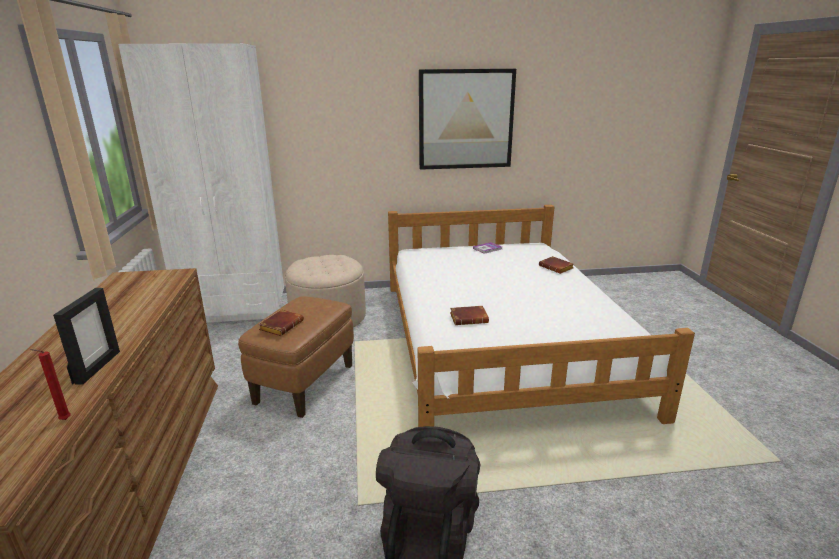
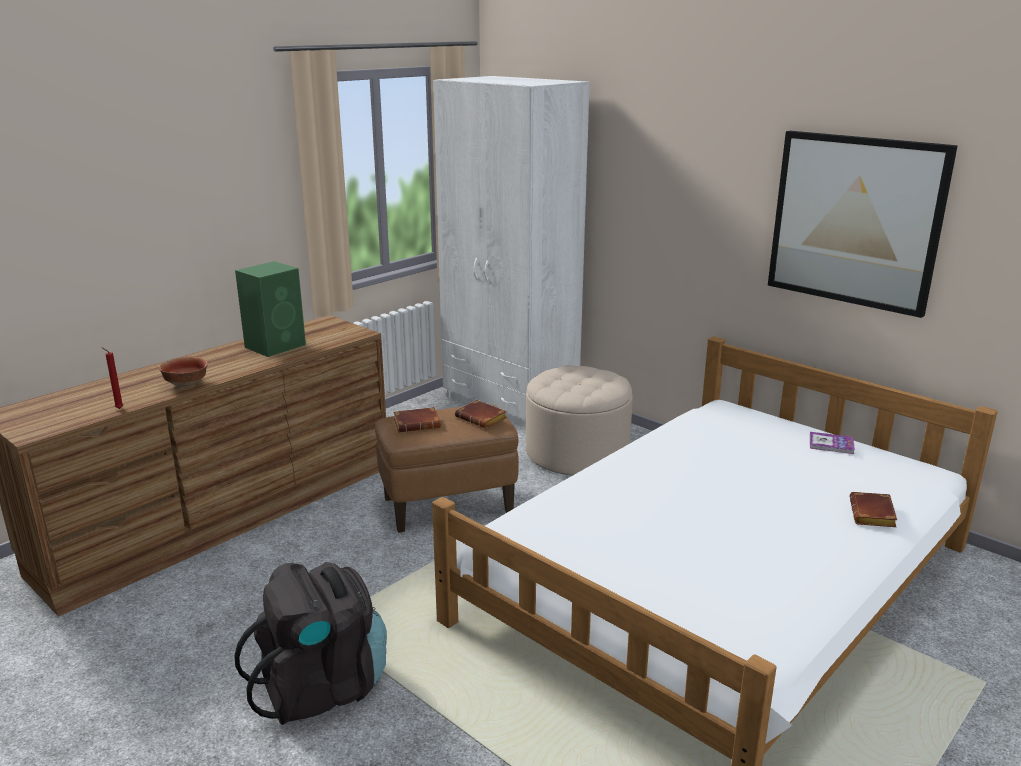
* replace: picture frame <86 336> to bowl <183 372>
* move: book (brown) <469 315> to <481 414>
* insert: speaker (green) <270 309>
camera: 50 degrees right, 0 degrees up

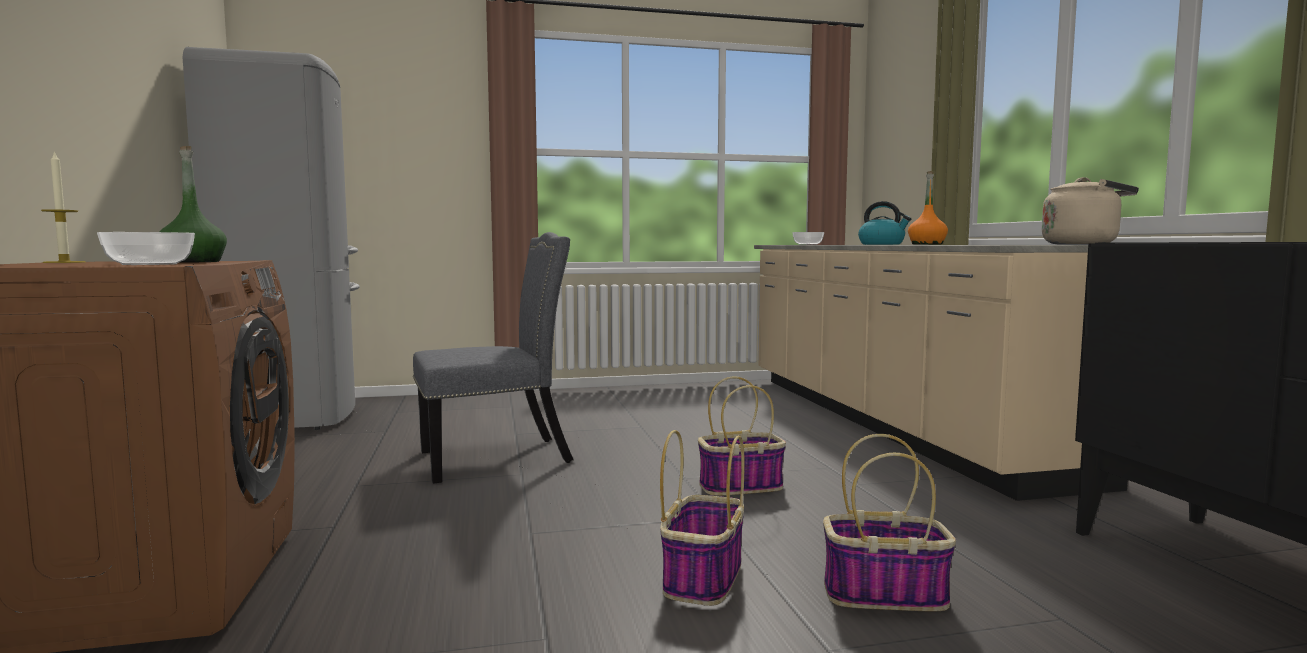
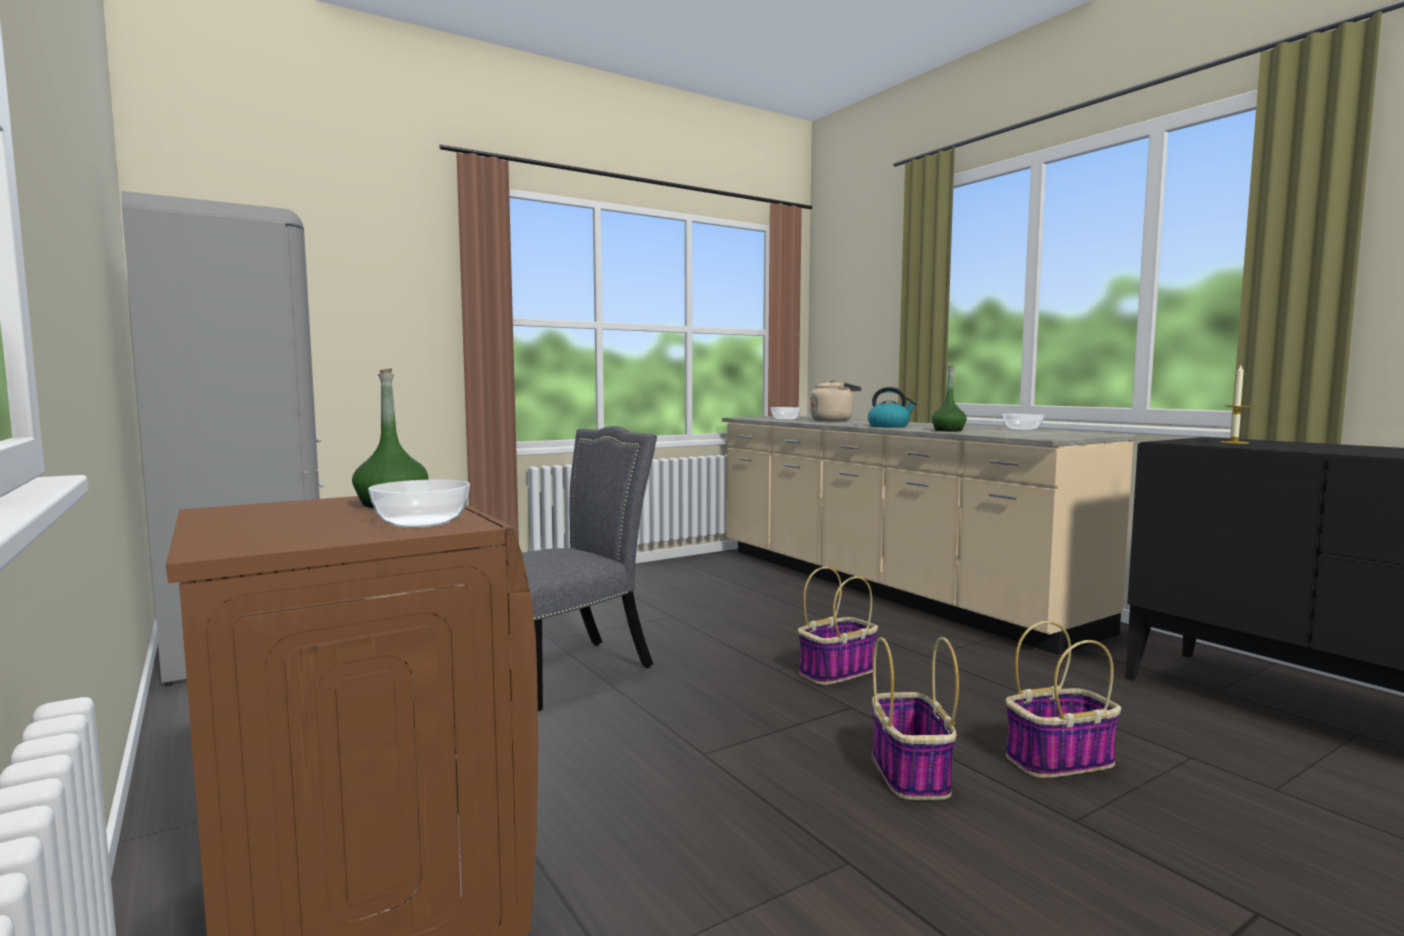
* move: candle <63 207> to <1235 404>
* recolor: bottle (orange) <928 208> to bottle (green) <949 398>
* move: kettle (beige) <1090 211> to <836 400>
* insert: bowl <1023 422>
camera: 20 degrees left, 0 degrees up

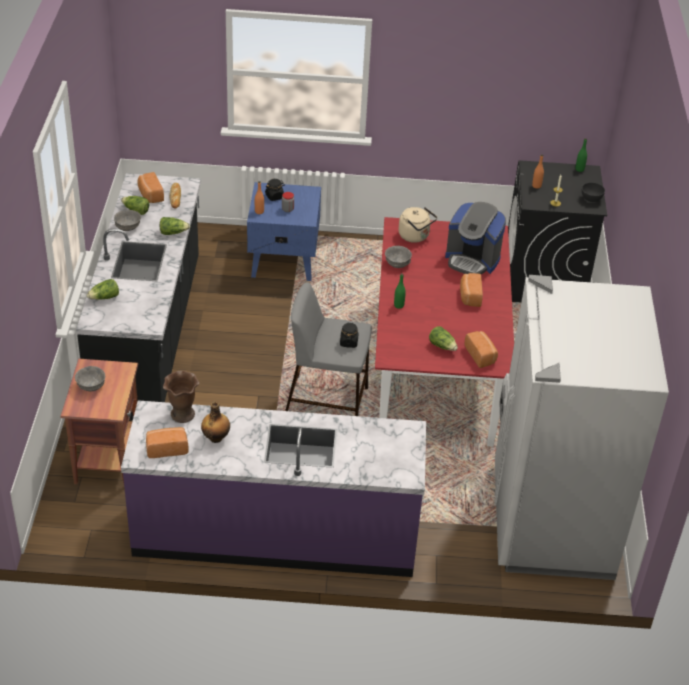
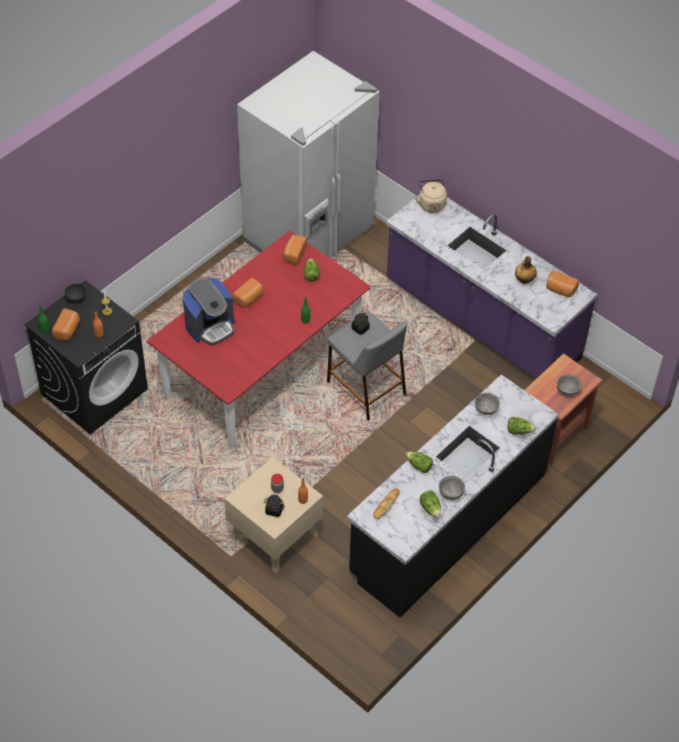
* move: bread <150 187> to <66 324>
* recolor: nightstand (blue) <284 231> to nightstand (beige) <273 515>
* rotate: coffee machine <475 238> = <208 311> 75 degrees clockwise
* move: kettle (beige) <417 225> to <430 196>
* move: bowl (grey) <398 257> to <487 404>
* delete: vase (brown) <181 397>
camera: 140 degrees left, 10 degrees up

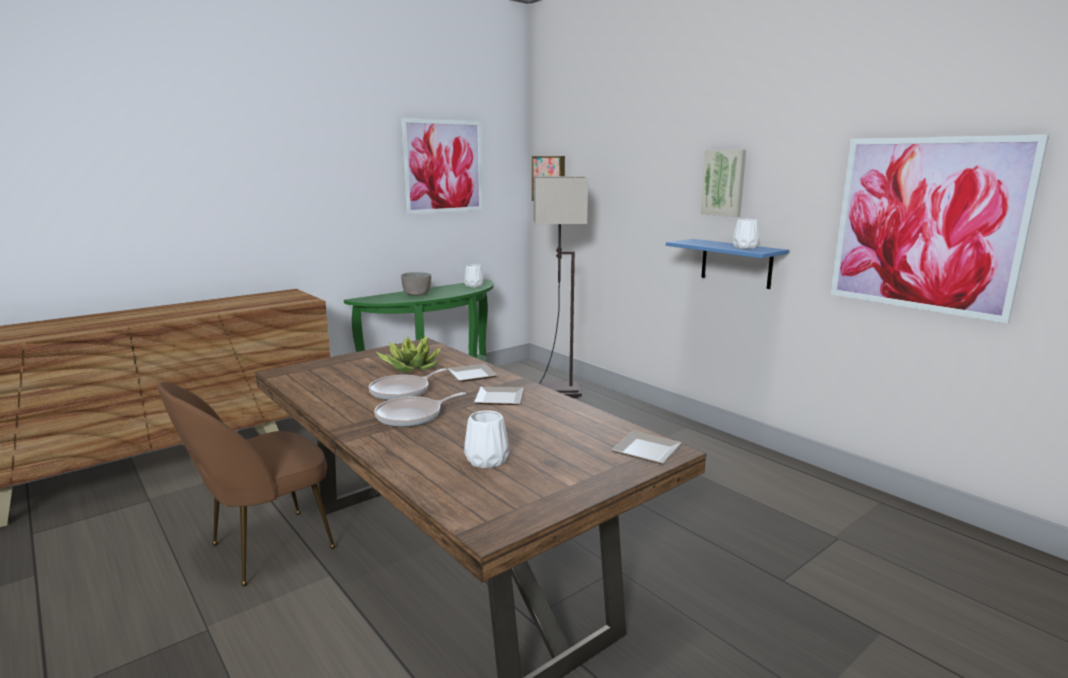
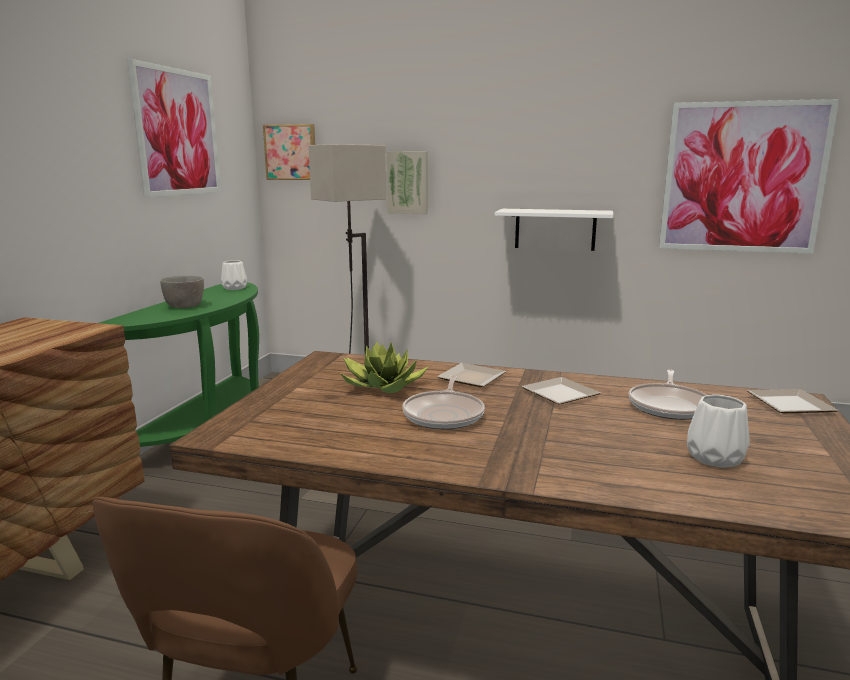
* move: picture <723 183> to <407 182>
* delete: vase (white) <746 234>
* recolor: shelf (blue) <727 264> to shelf (white) <554 230>
* move: frying pan <420 409> to <668 395>
camera: 35 degrees left, 0 degrees up

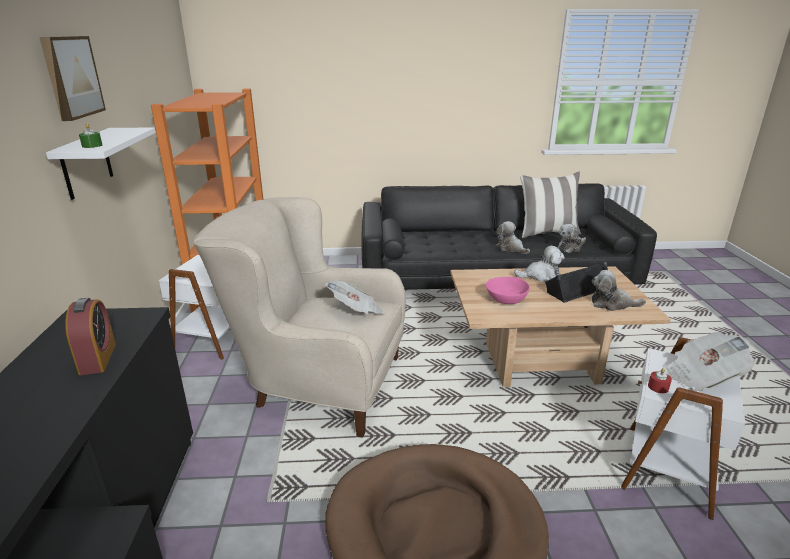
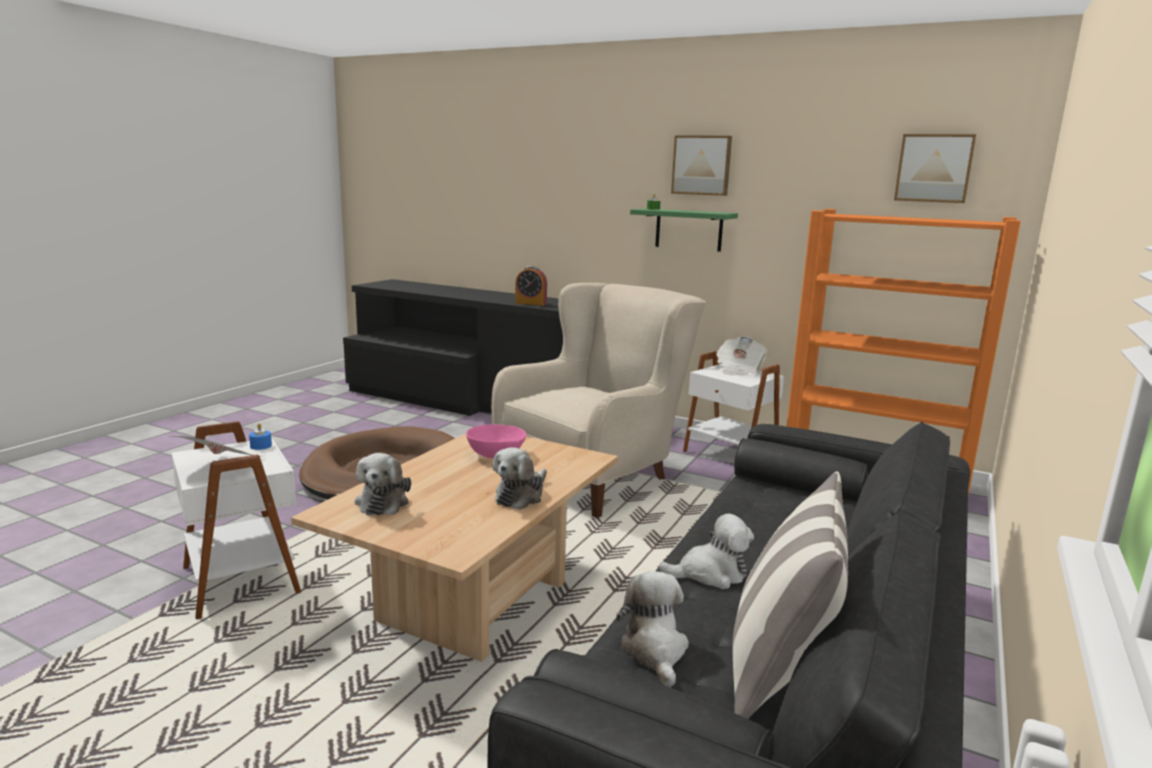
* recolor: shelf (white) <101 163> to shelf (green) <684 230>
* delete: speaker (black) <576 282>
* rotate: plush toy <619 290> = <383 484> 135 degrees clockwise
* move: newspaper <355 297> to <742 356>
* recolor: candle (red) <660 380> to candle (blue) <260 436>
* insert: picture <935 168>
camera: 120 degrees right, 10 degrees down

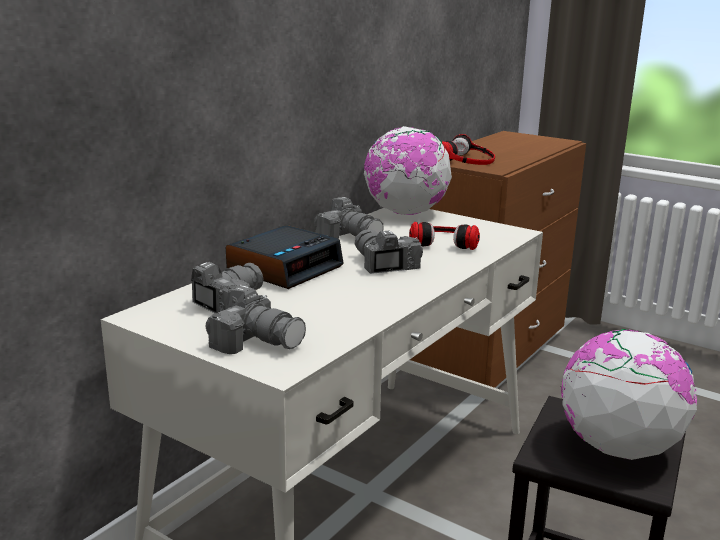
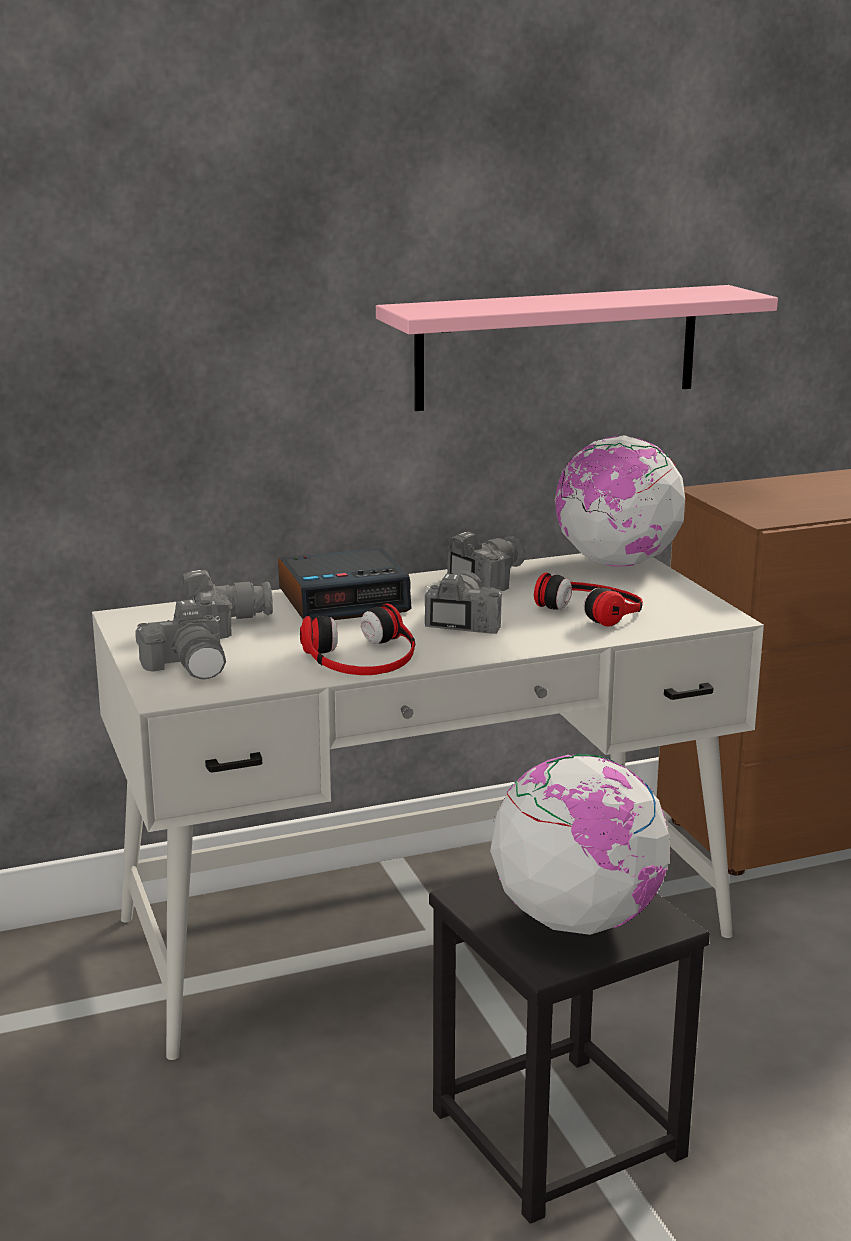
* move: headphones <468 149> to <357 639>
* rotate: photo camera <348 218> = <486 561> 120 degrees counterclockwise
* insert: shelf (pink) <577 348>
camera: 35 degrees right, 0 degrees up

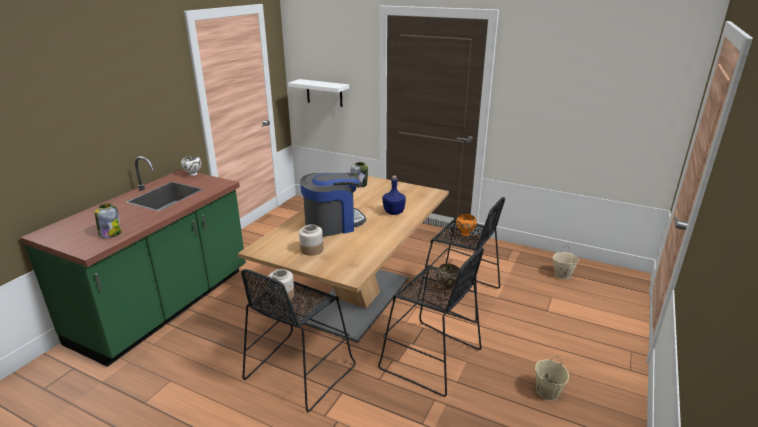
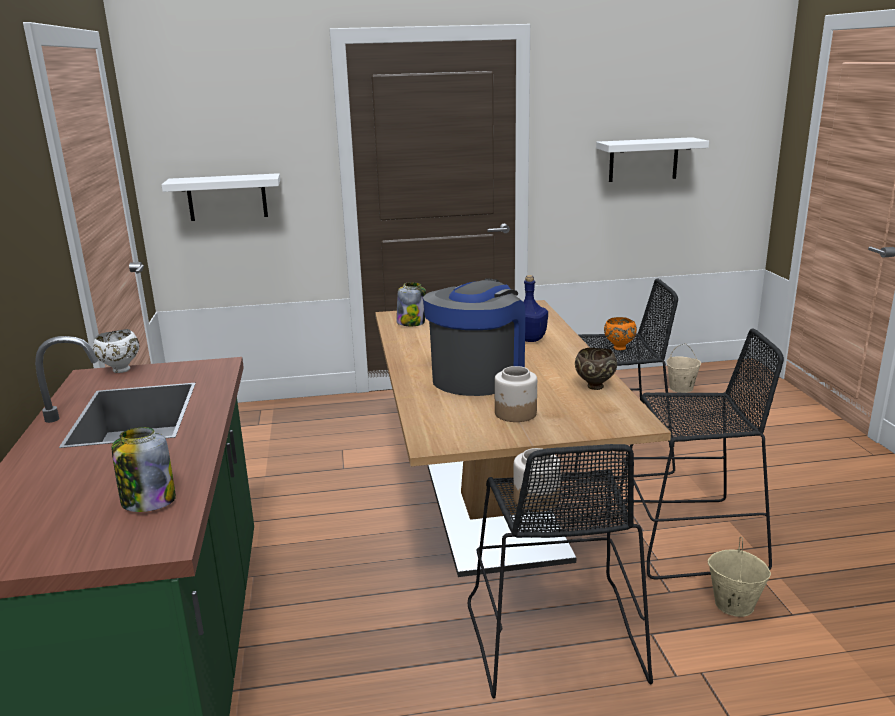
* move: bowl (brown) <448 276> to <596 369>
* move: bucket (beige) <552 378> to <739 577>
* insert: shelf (white) <652 159>
camera: 35 degrees left, 5 degrees down

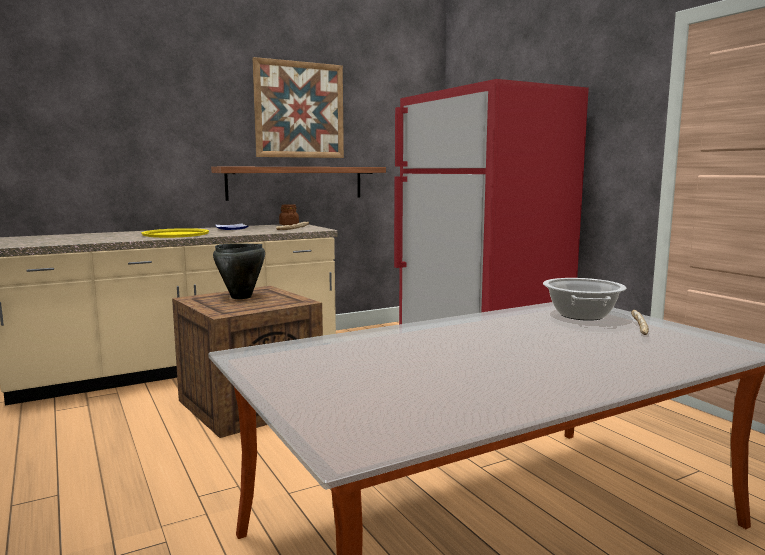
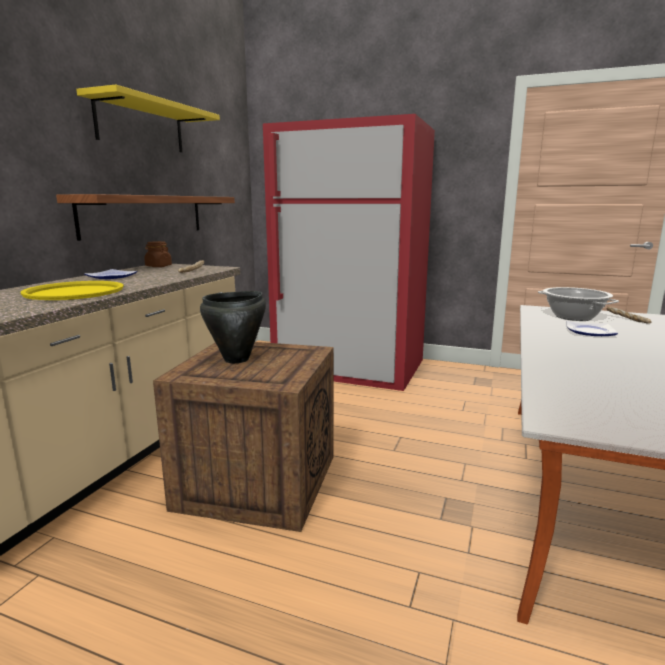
* replace: picture <298 107> to shelf (yellow) <148 118>
* insert: plate <592 328>
camera: 40 degrees left, 5 degrees up

